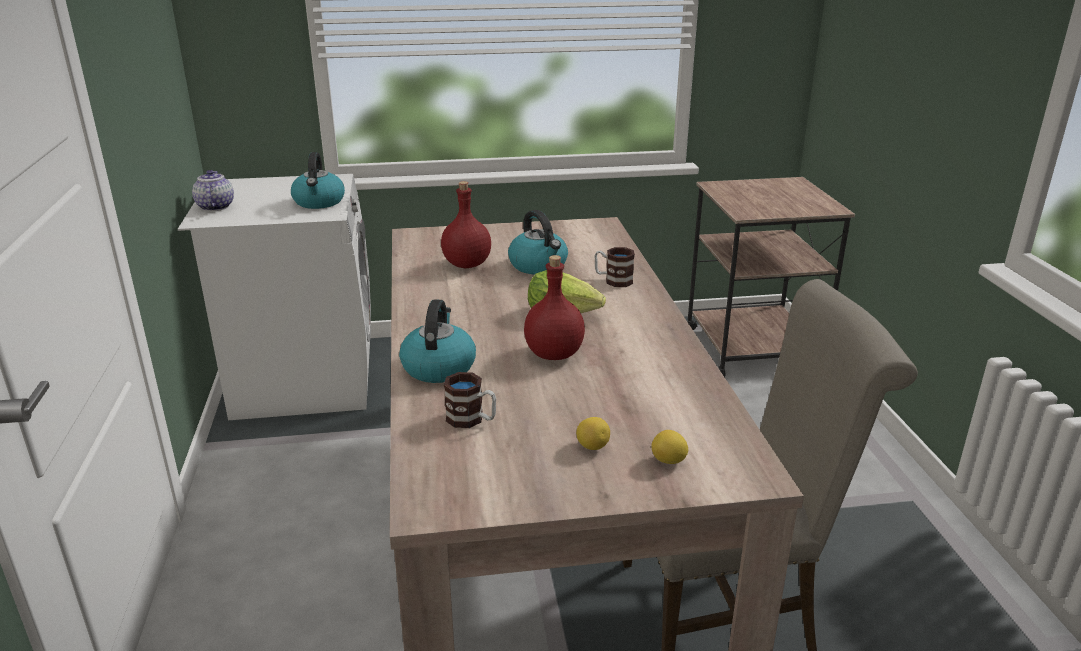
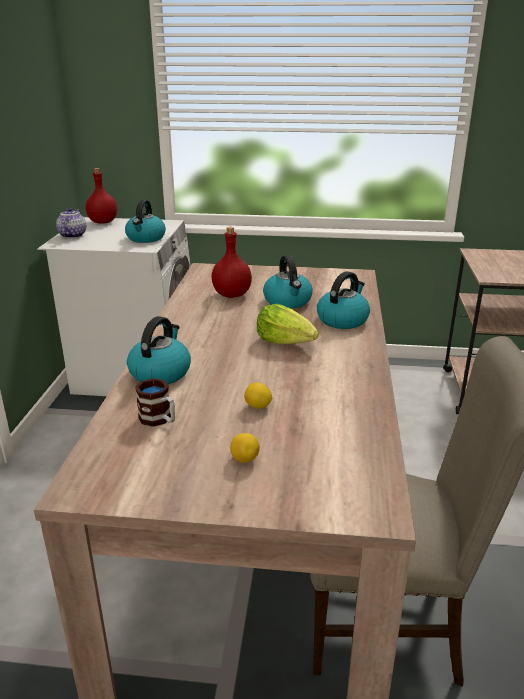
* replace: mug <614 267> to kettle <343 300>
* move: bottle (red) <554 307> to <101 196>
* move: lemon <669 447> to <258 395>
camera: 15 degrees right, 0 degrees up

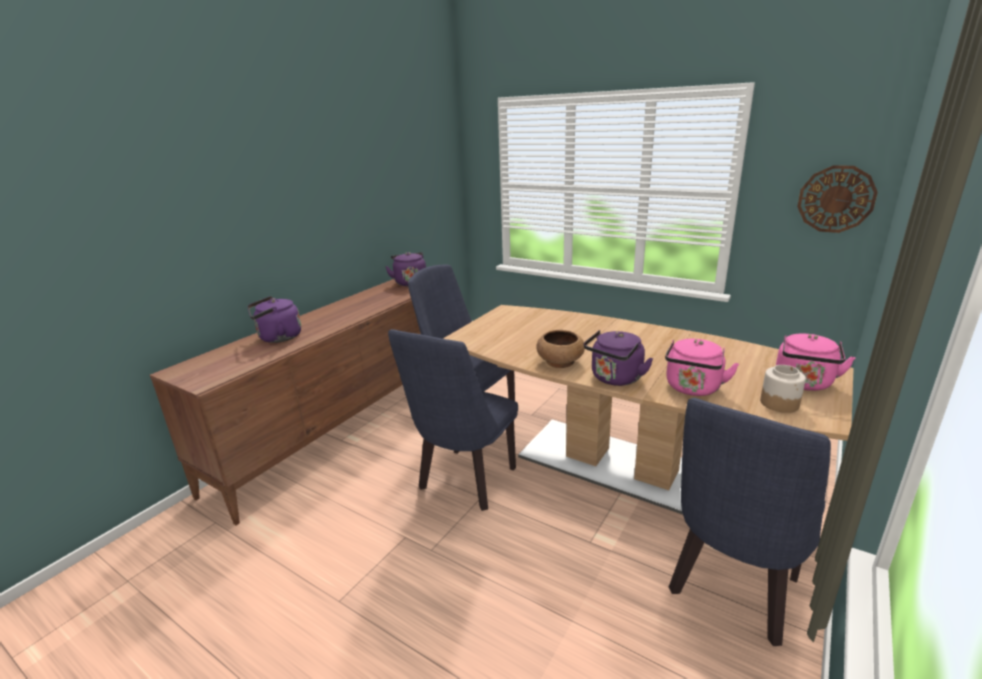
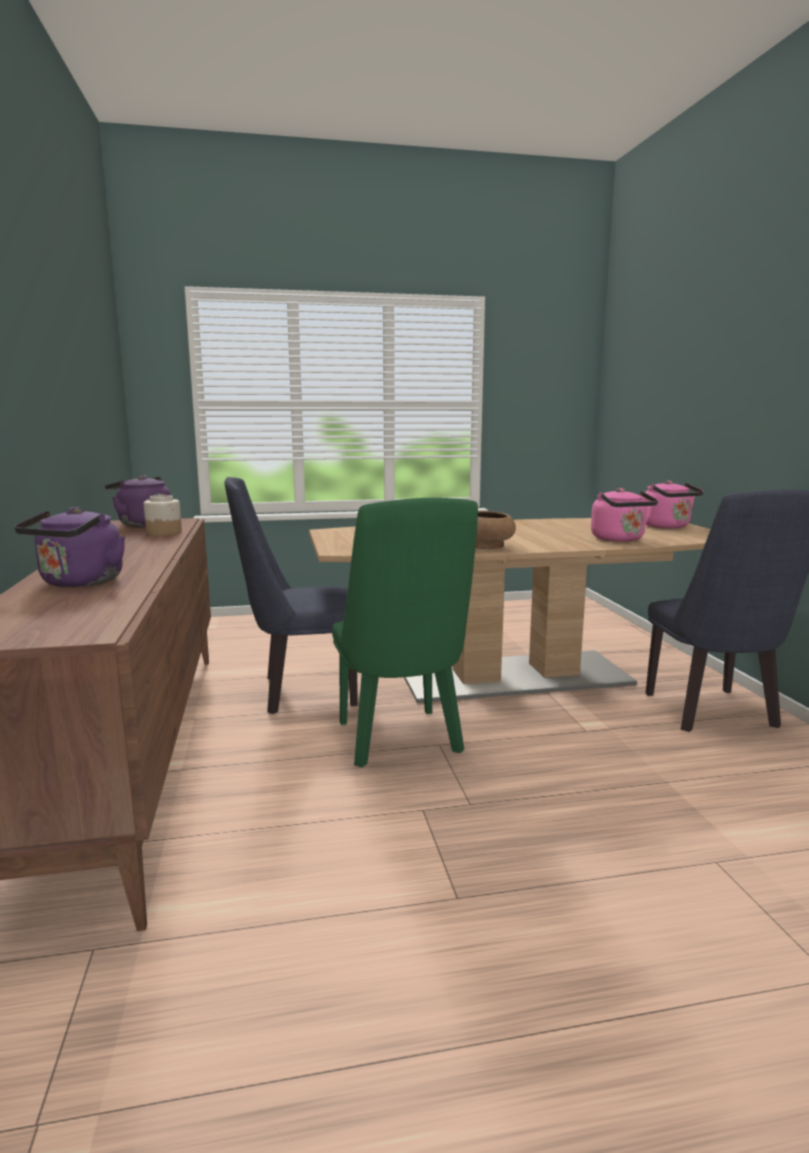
* delete: wall clock <837 199>
* recolor: chair (blue) <453 420> to chair (green) <405 632>
* delete: kettle (purple) <618 358>
* move: jar <783 389> to <163 515>
camera: 45 degrees left, 10 degrees down

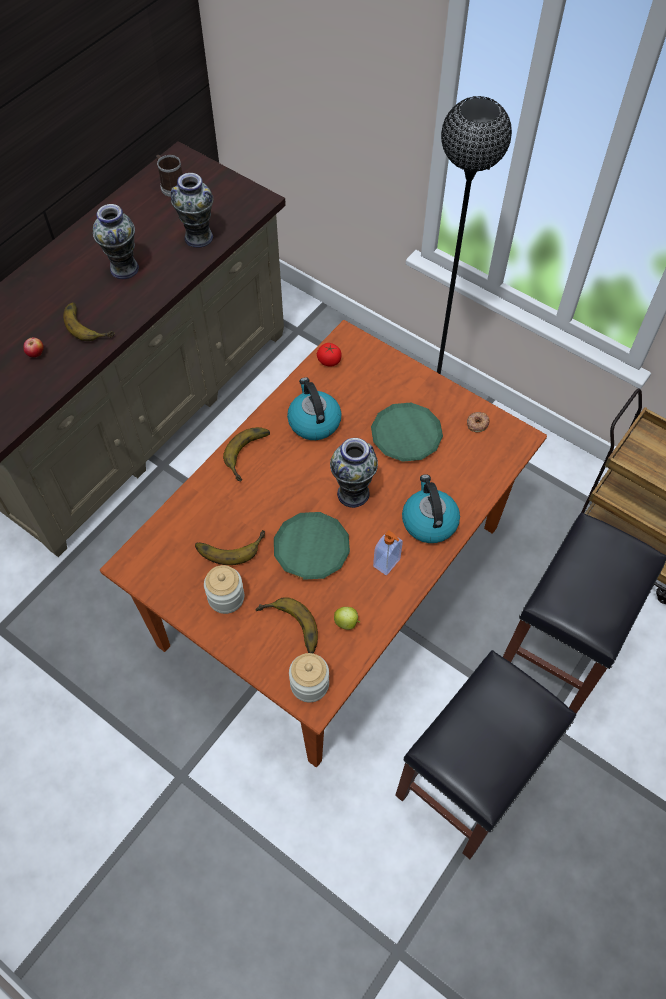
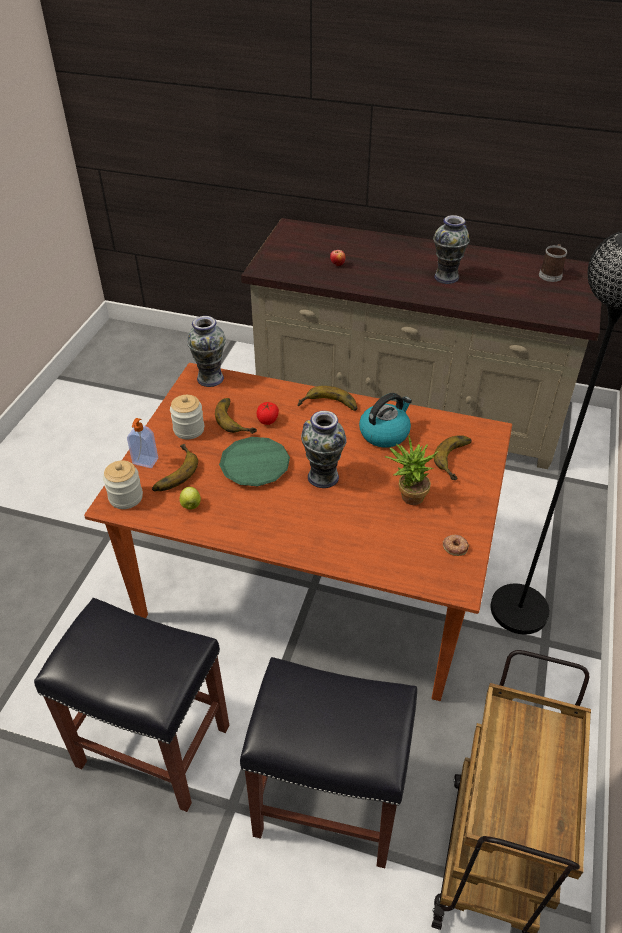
* move: vase <192 210> to <206 351>
* move: banana <89 321> to <453 457>
* move: tomato <329 355> to <268 413>
* replace: plate (green) <407 432> to potted plant <412 470>
* delete: kettle <431 508>
* move: soap dispenser <388 552> to <142 443>
camera: 70 degrees right, 15 degrees down

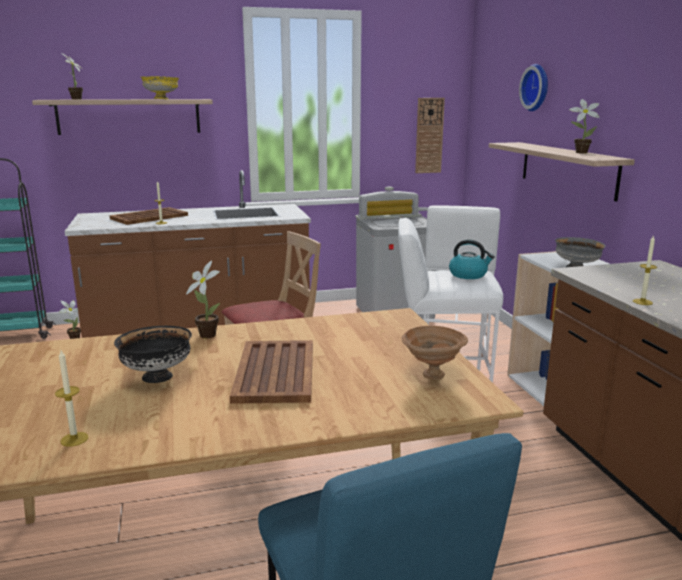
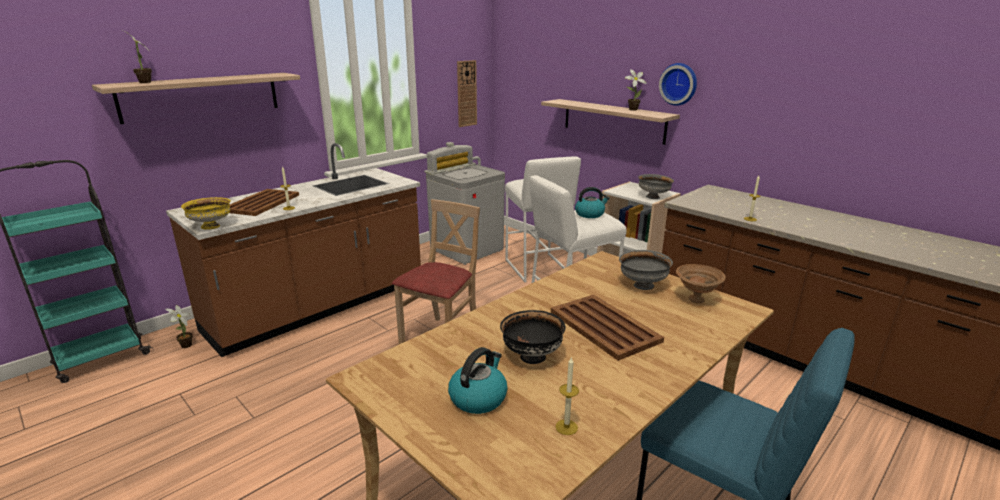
* move: wall clock <533 87> to <678 84>
* move: bowl (yellow) <160 87> to <206 213>
* delete: potted plant <203 299>
* insert: bowl (grey) <646 270>
* insert: kettle <478 380>
camera: 30 degrees left, 5 degrees up

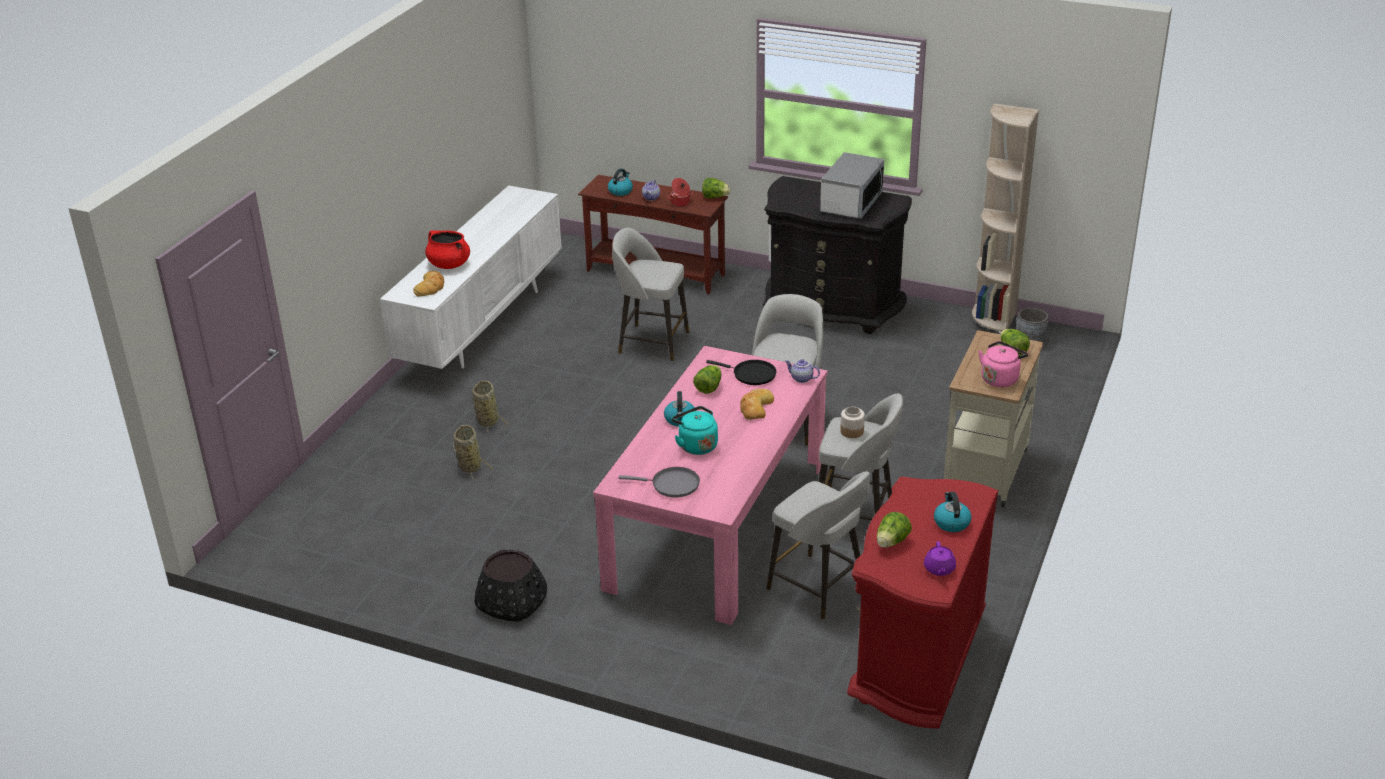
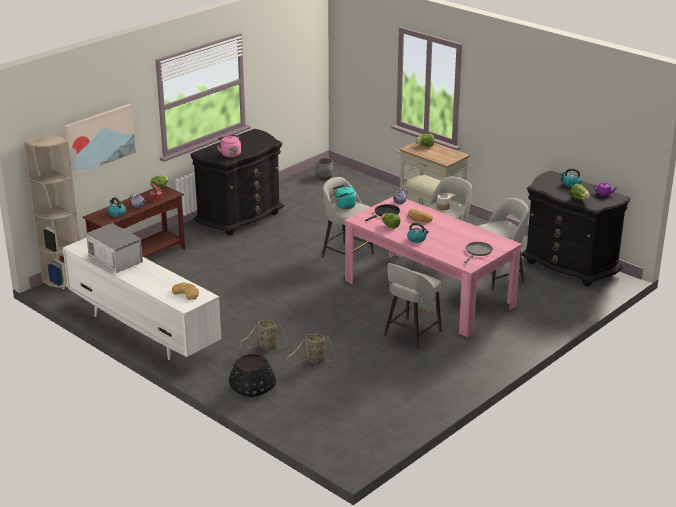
* move: bookcase (beige) <1005 218> to <52 211>
* move: microwave <852 185> to <114 248>
* move: stool (grey) <651 294> to <413 306>
* delete: cooking pot (red) <447 249>
* move: kettle (pink) <1003 364> to <229 146>
* move: kettle (turquoise) <695 430> to <344 197>
* recolor: dresser (red) <922 602> to dresser (black) <575 228>
* move: planter (black) <511 586> to <252 375>
* insert: picture <100 140>
camera: 70 degrees left, 5 degrees down

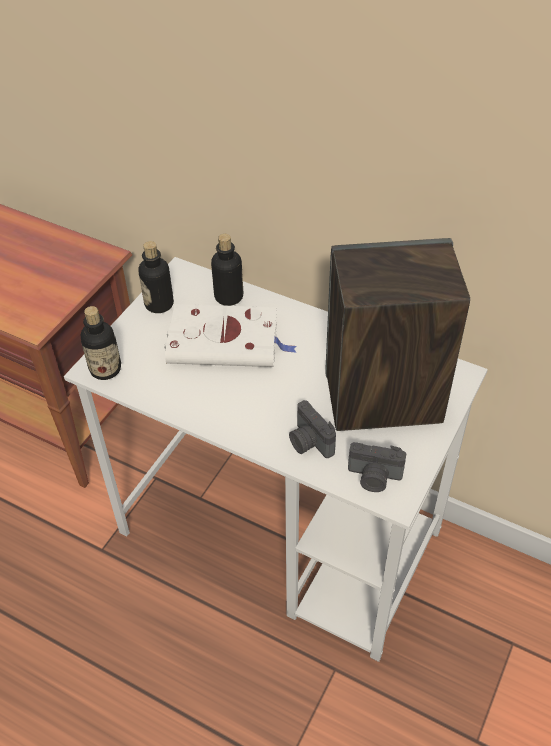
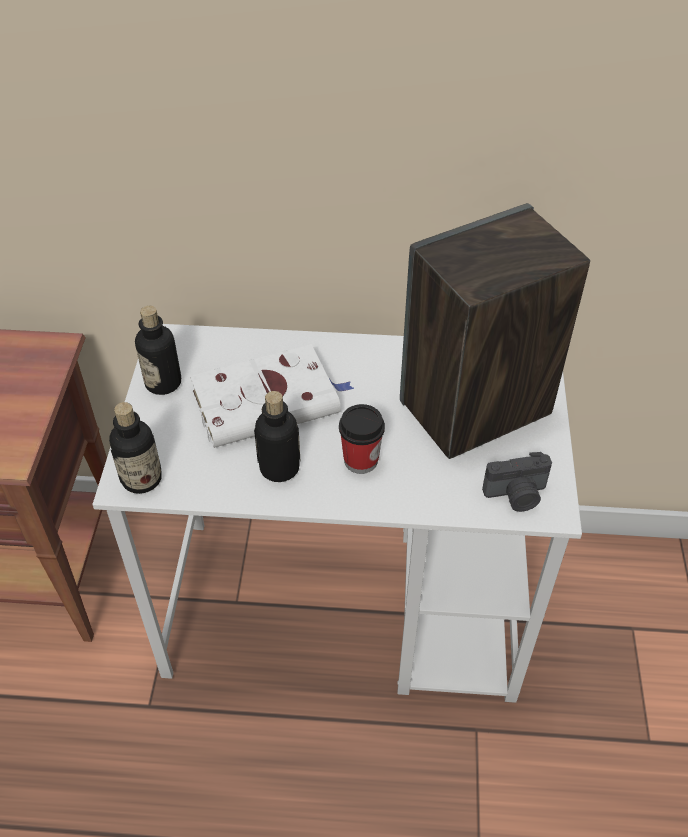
* move: bottle <227 270> to <277 436>
* delete: photo camera <312 429>
* insert: cup <362 439>
camera: 25 degrees left, 0 degrees up

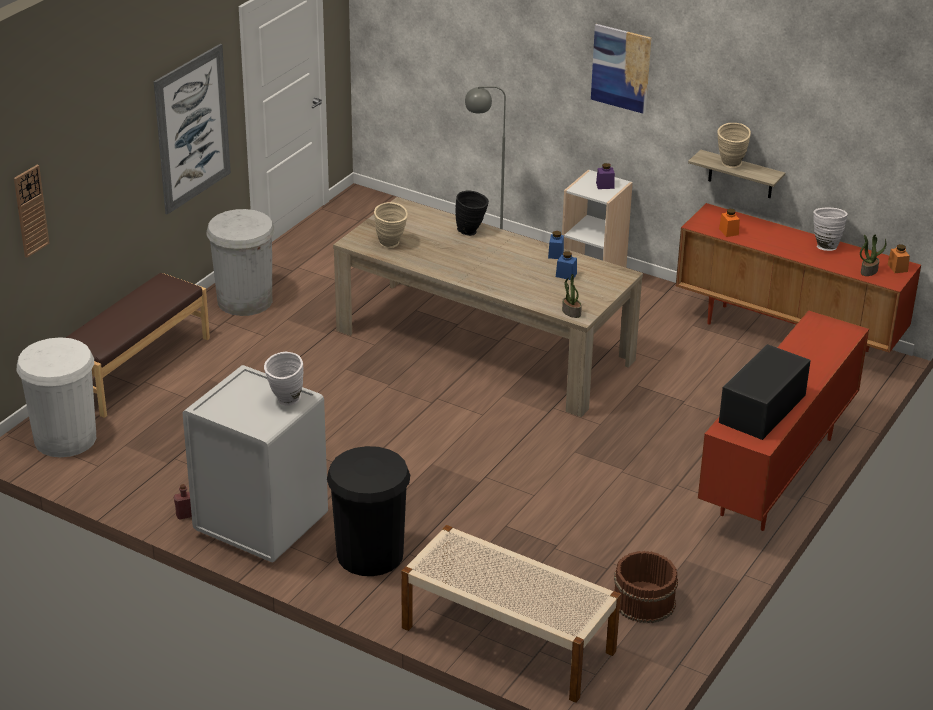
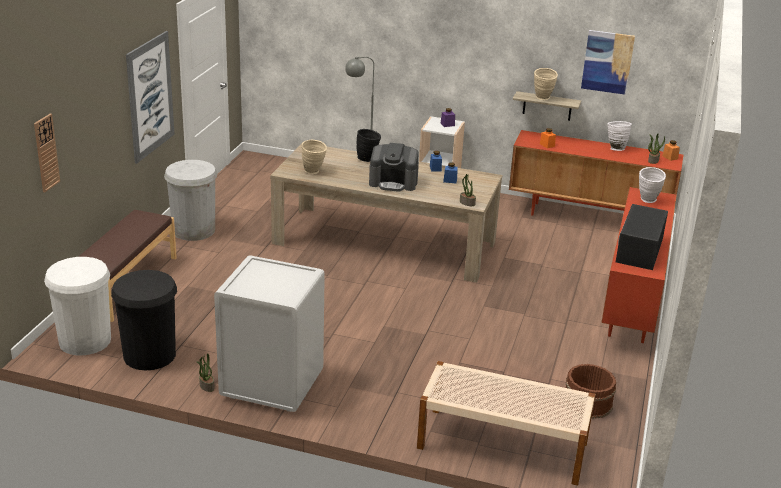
* move: picture <621 69> to <608 62>
* move: vase (white) <283 379> to <652 185>
* move: trash can (black) <368 511> to <144 320>
* replace: bottle (red) <183 502> to potted plant <205 372>
* insert: coffee machine <394 167>
camera: 15 degrees left, 5 degrees down

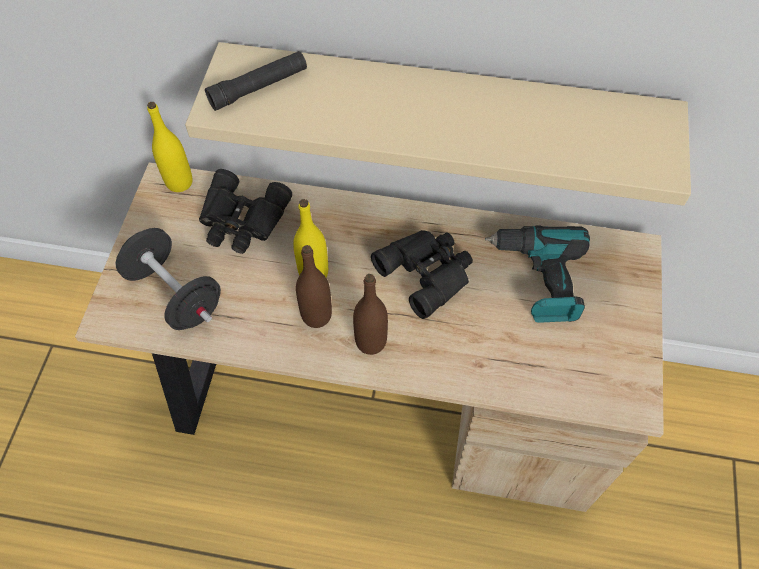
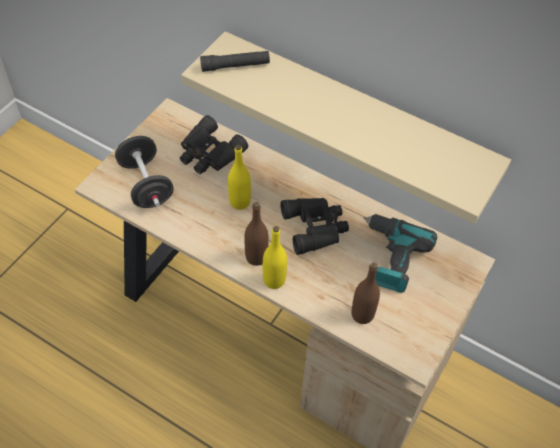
* move: bottle (yellow) <169 147> to <275 257>
* move: bottle (brown) <314 286> to <365 293>
camera: 20 degrees right, 5 degrees down

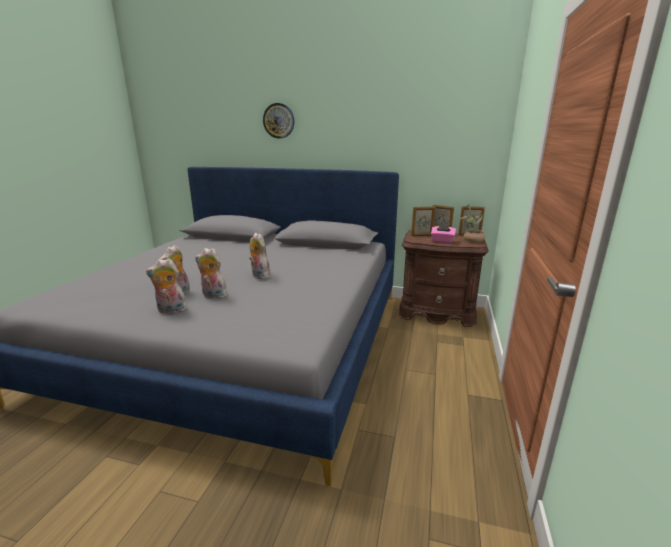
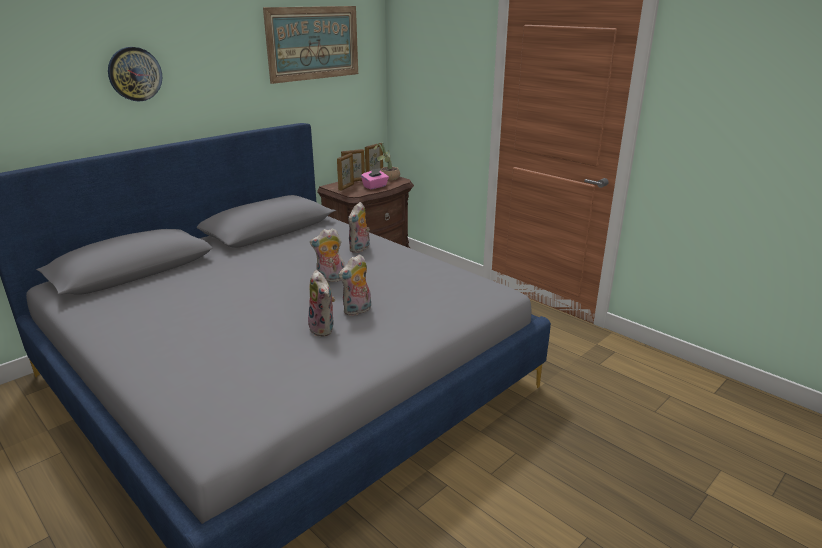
* move: plush toy <166 286> to <359 227>
* insert: picture <310 45>
camera: 60 degrees left, 5 degrees up

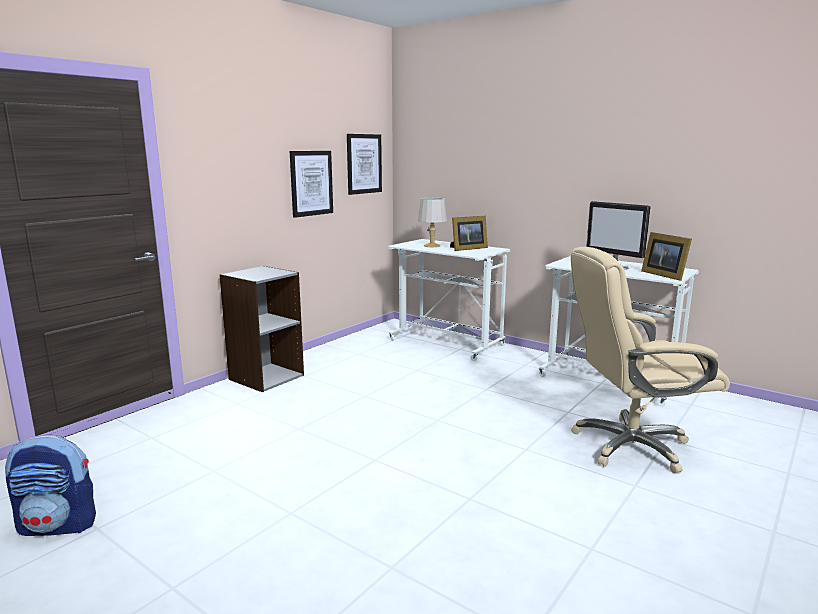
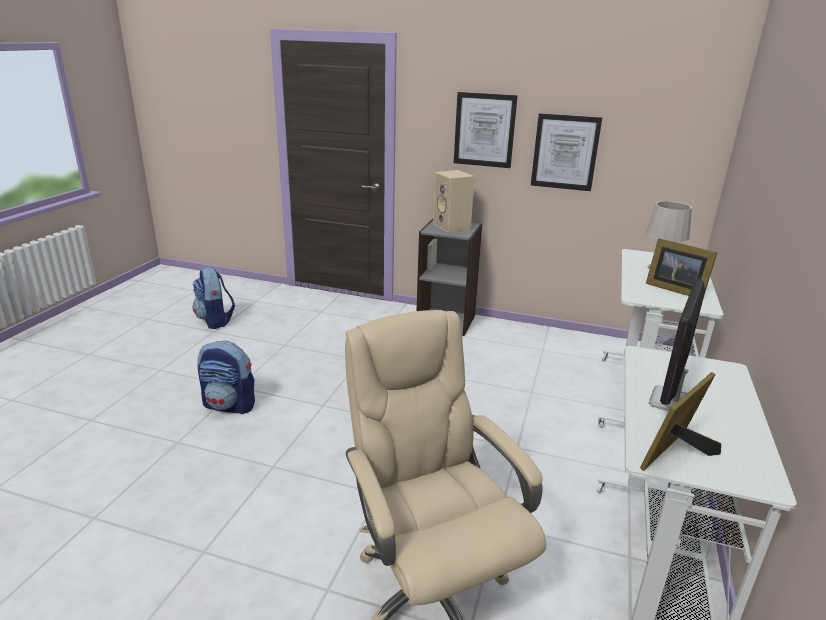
* move: picture <364 164> to <486 130>
* insert: speaker (beige) <454 201>
* insert: backpack <226 377>
camera: 70 degrees right, 10 degrees up

